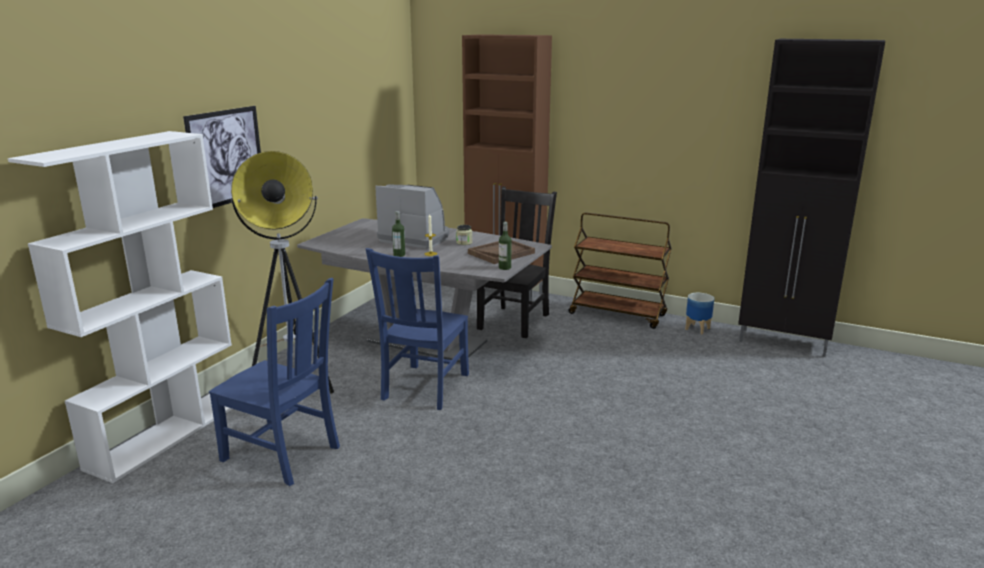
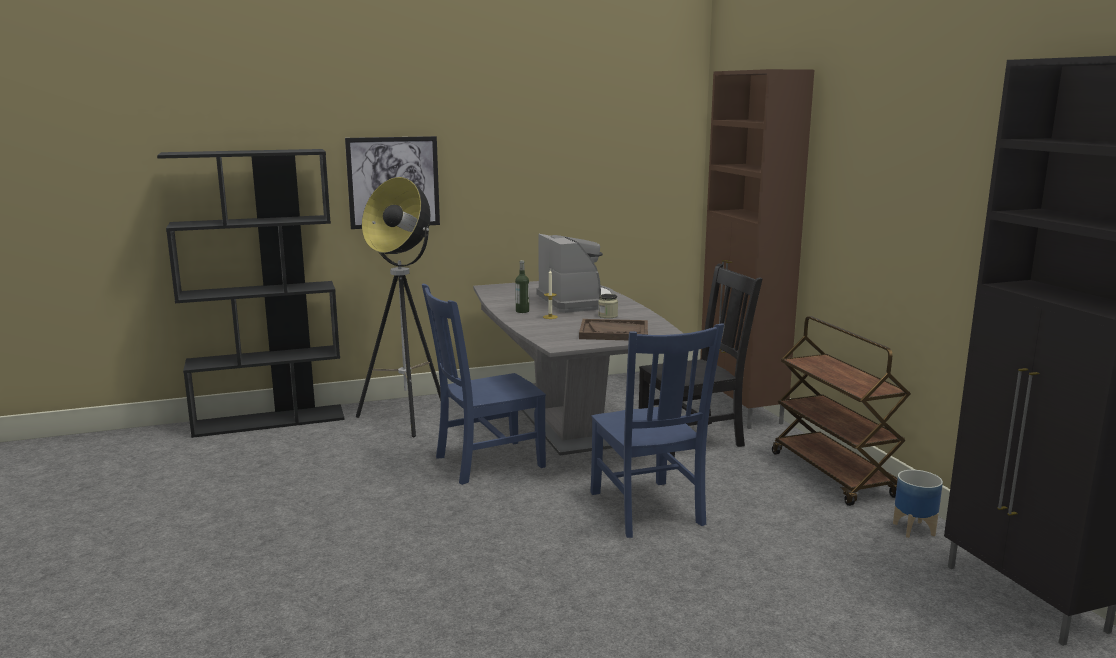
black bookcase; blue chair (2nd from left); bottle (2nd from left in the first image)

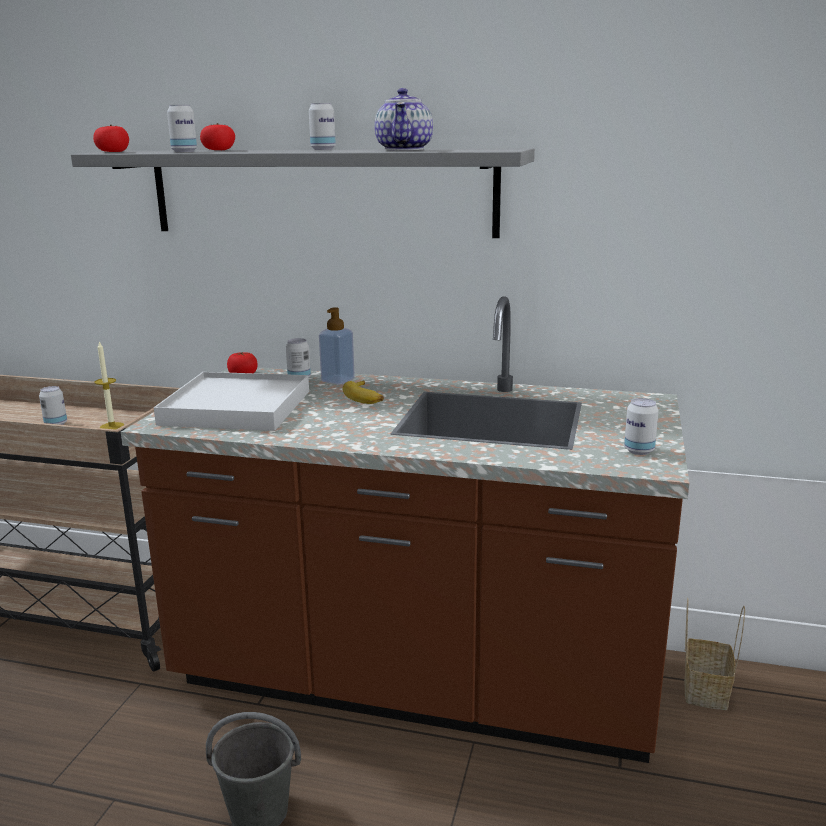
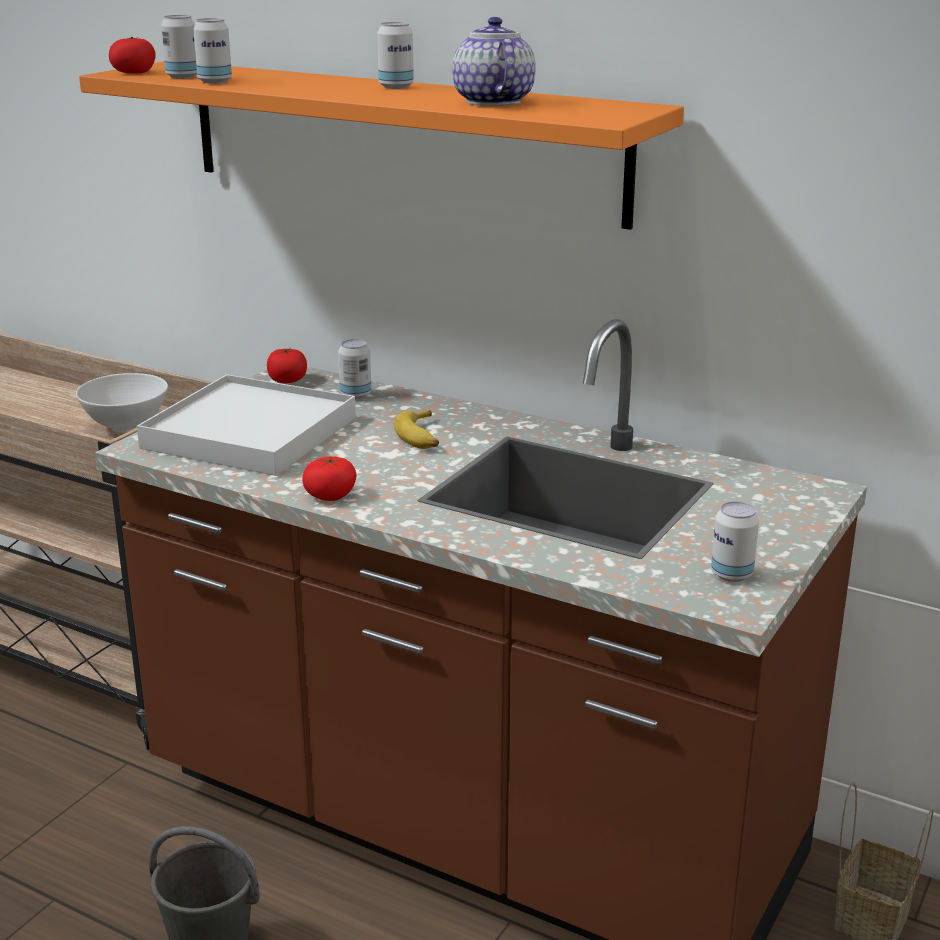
white bowl; orange shelf; can (1st from left); tomato (3rd from left); teapot; soap dispenser

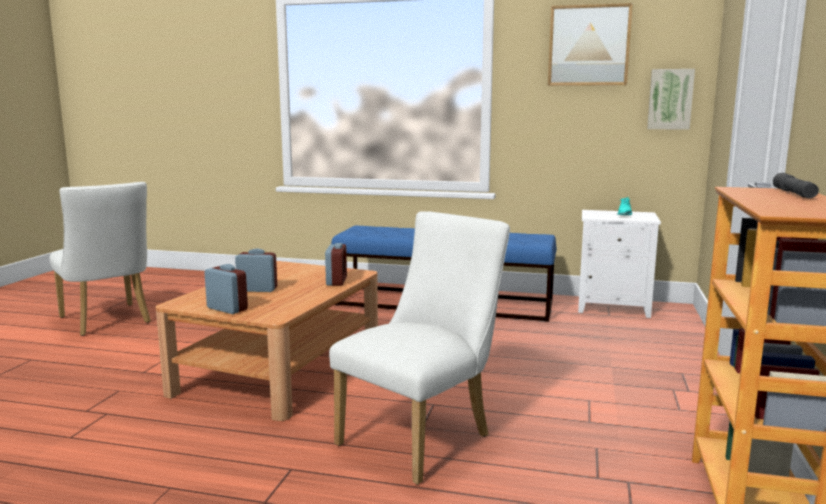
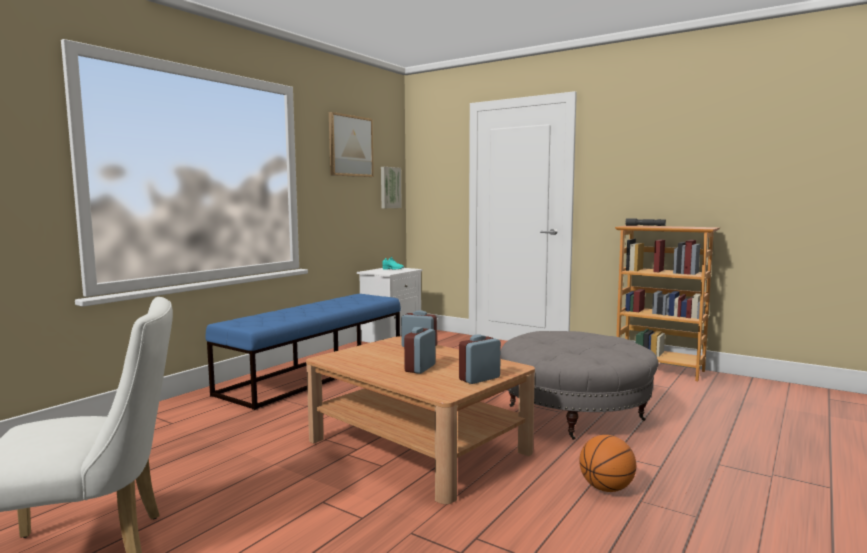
grey ottoman; basketball

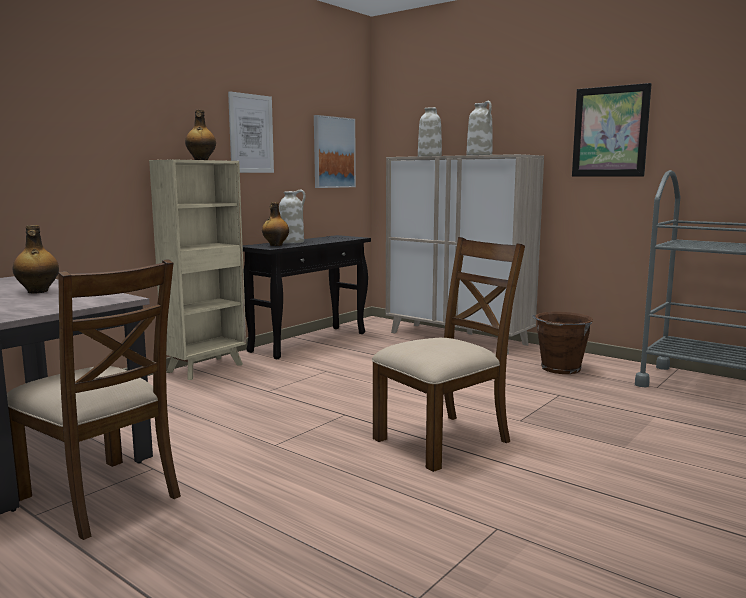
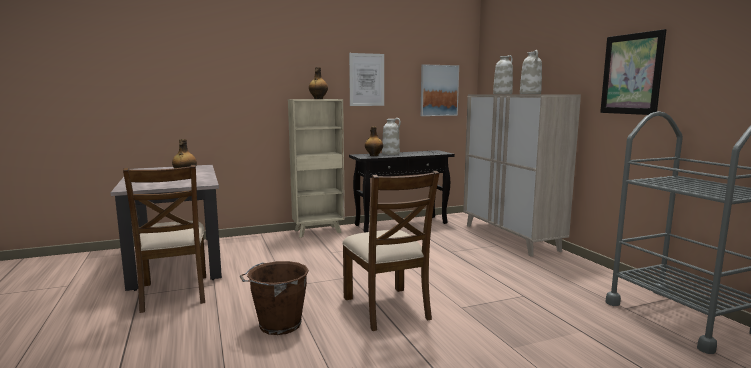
brown bucket; brown chair (2nd from left)

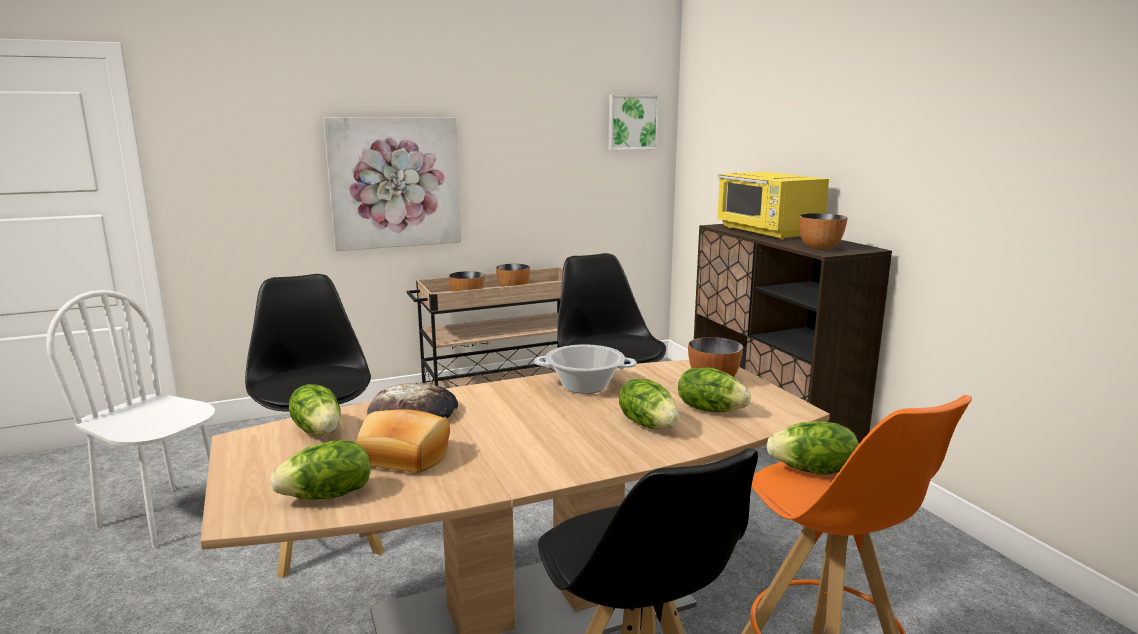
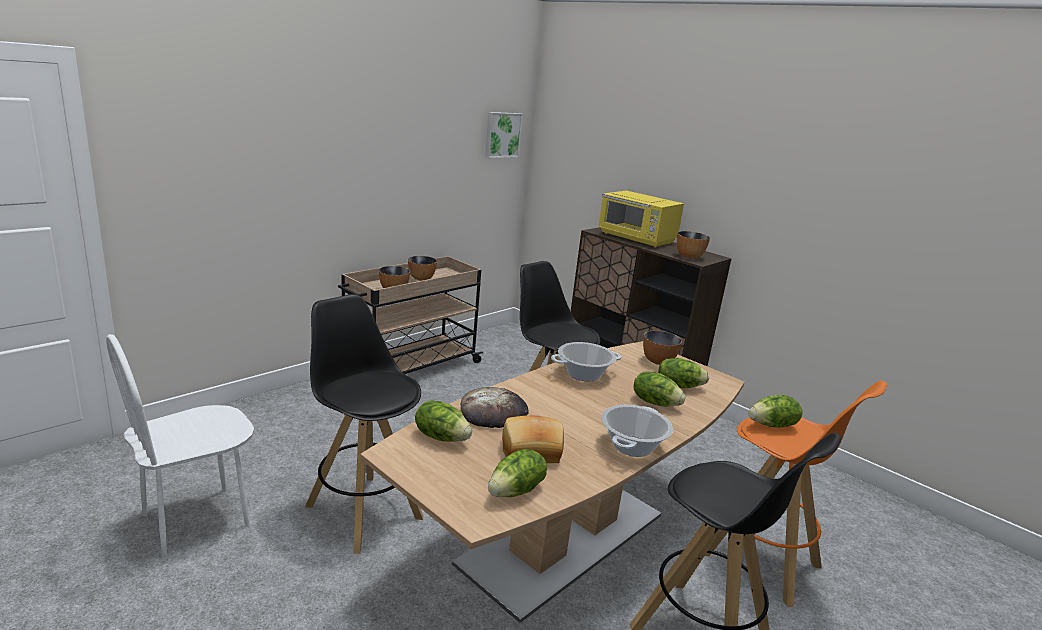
white chair; cooking pot (2nd from left); picture (1st from left in the first image)

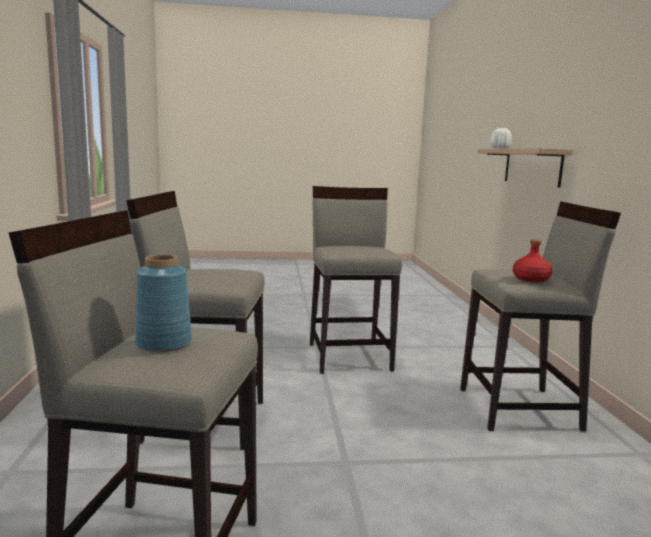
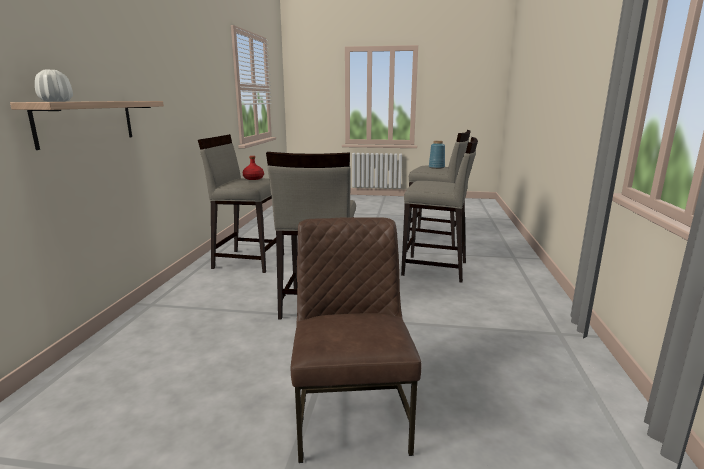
brown chair

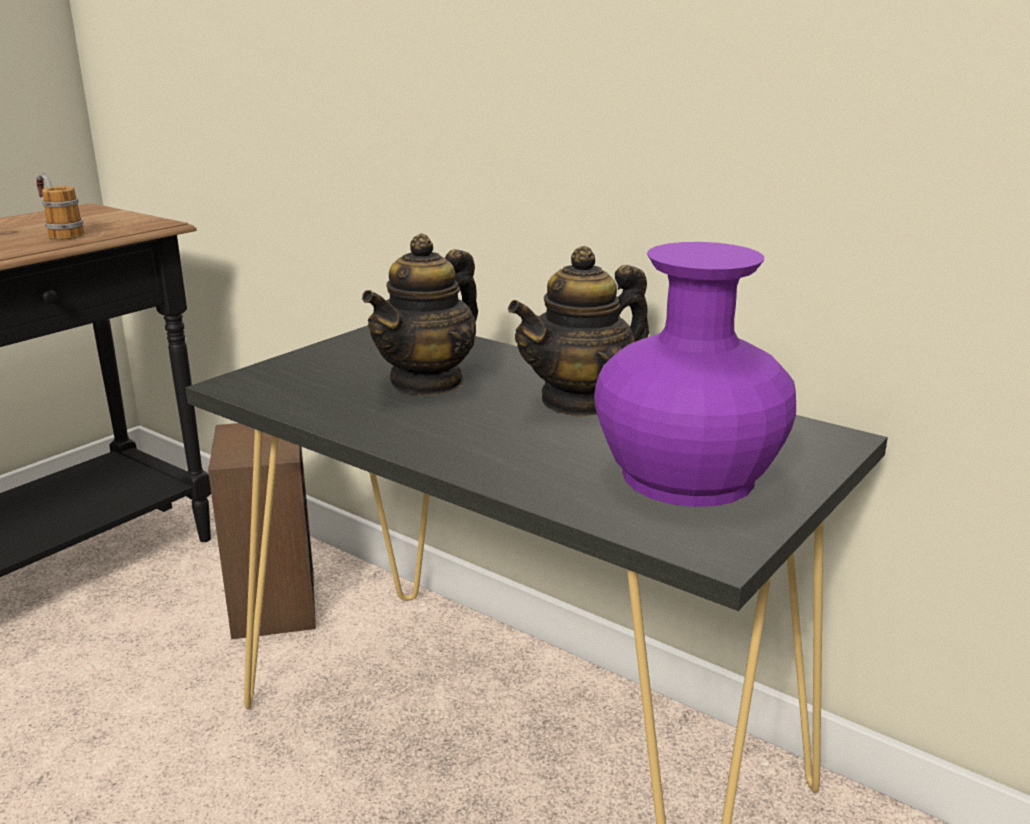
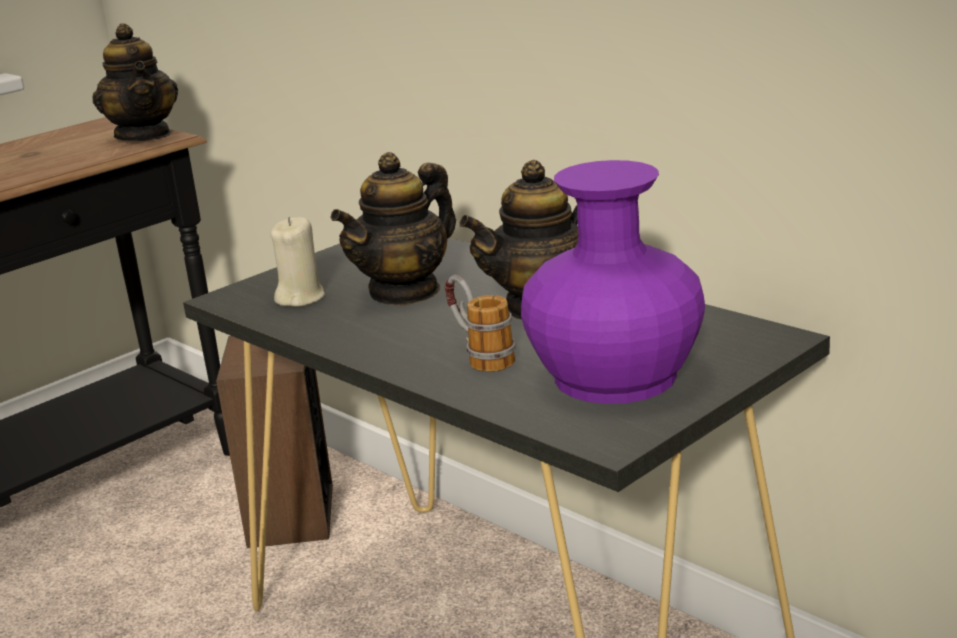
teapot (1st from left); beige candle; mug

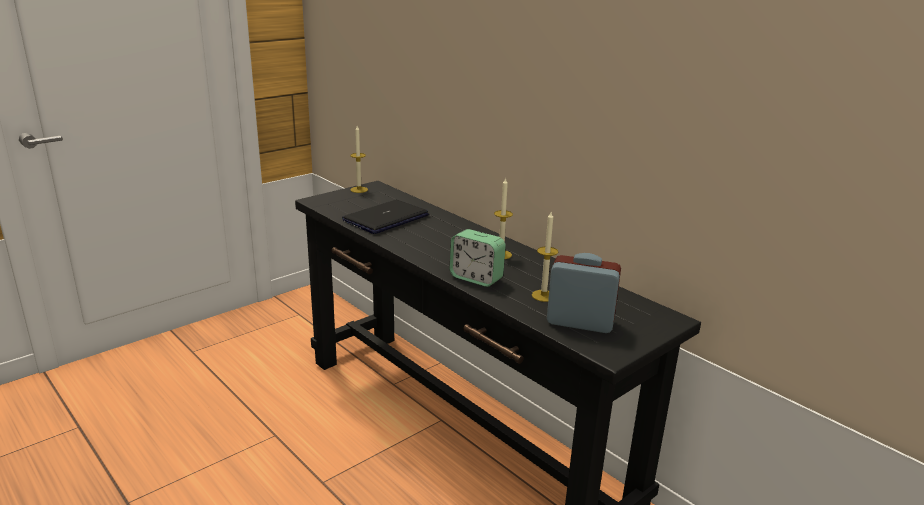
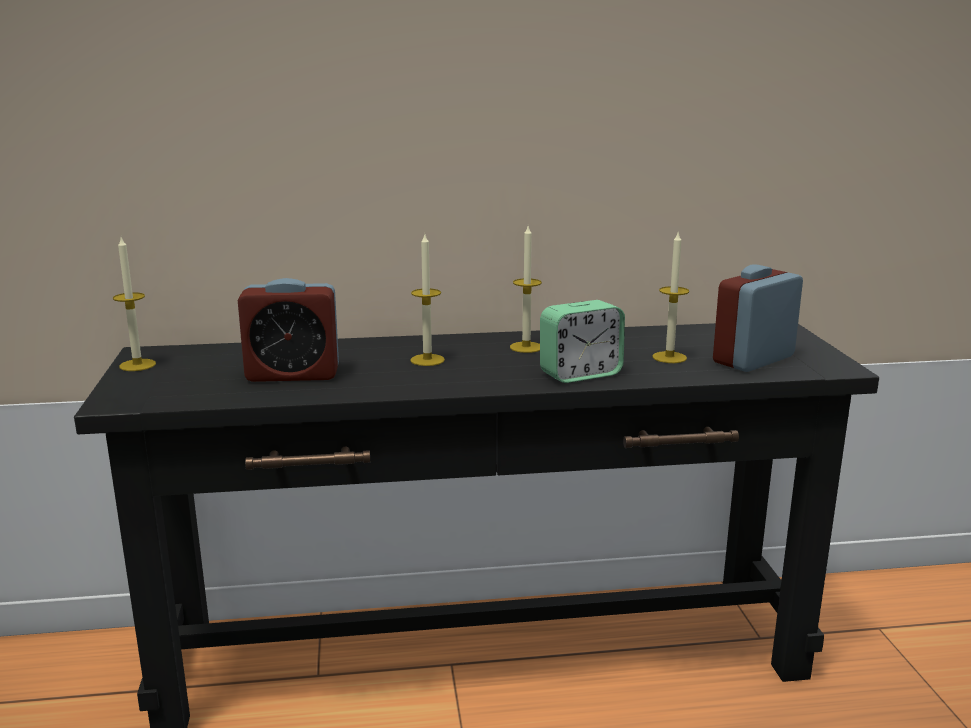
alarm clock (1st from left); candle (2nd from left)

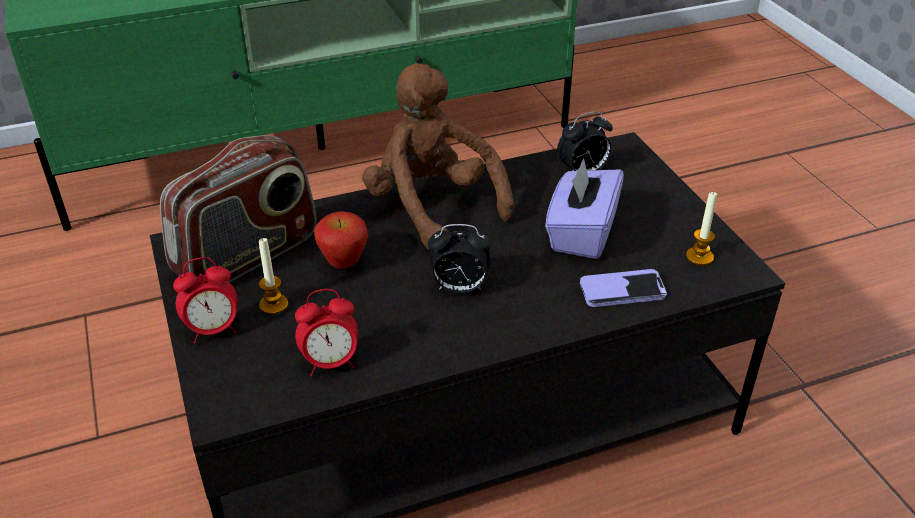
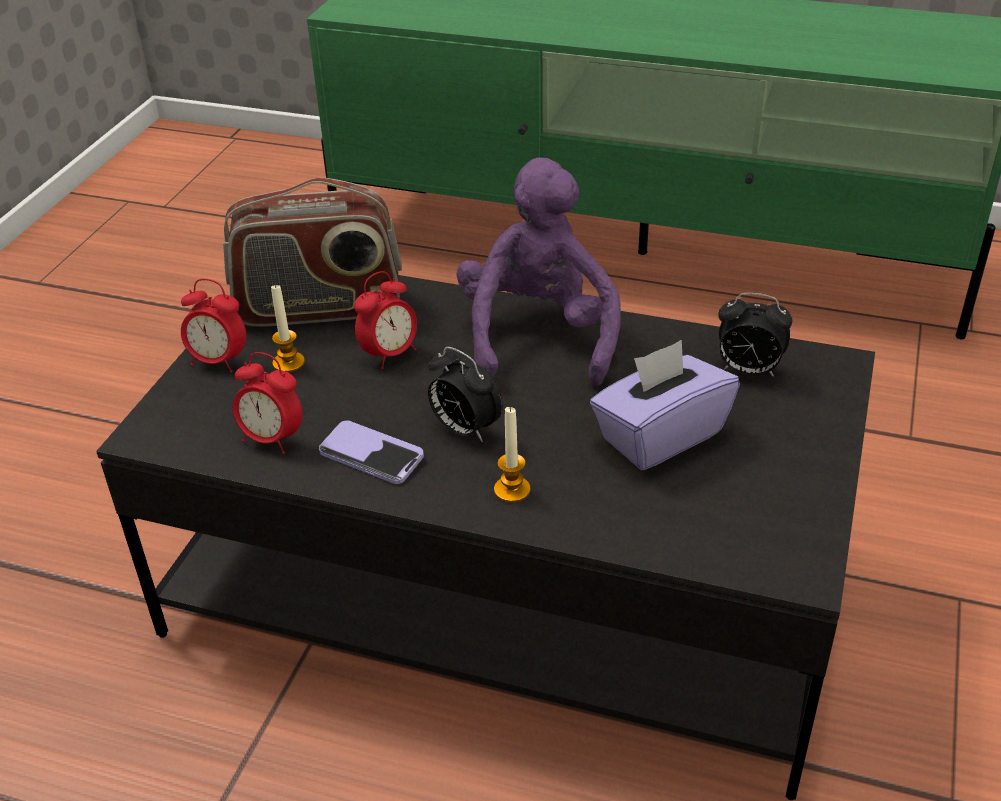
phone; alarm clock (3rd from left); purple plush toy; candle (2nd from left)

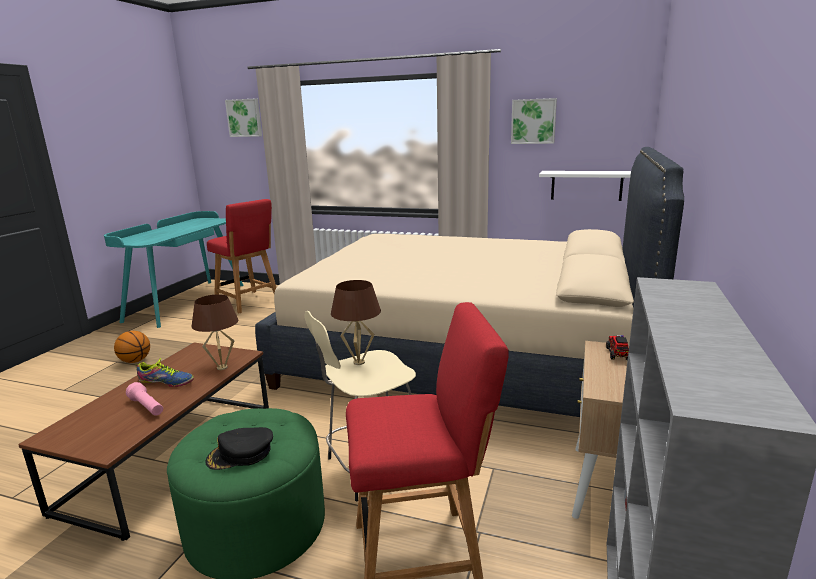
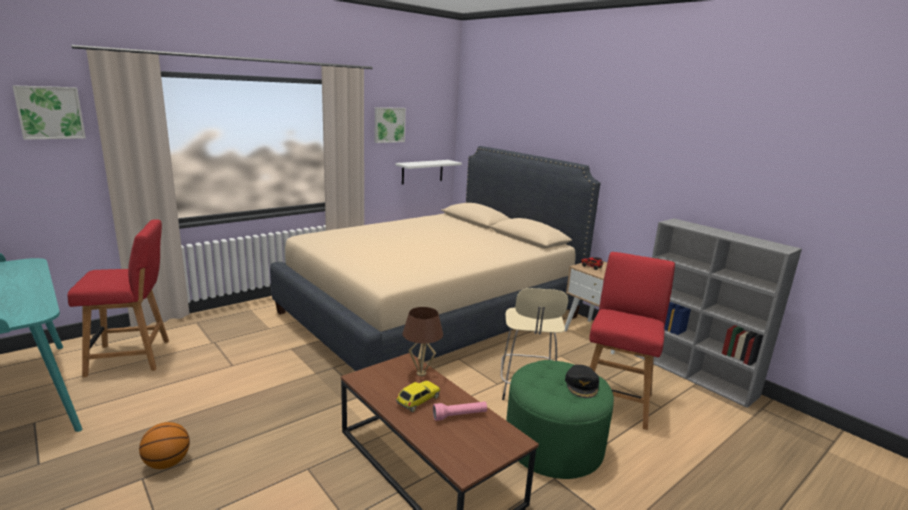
toy car; brown table lamp (2nd from left in the first image)

